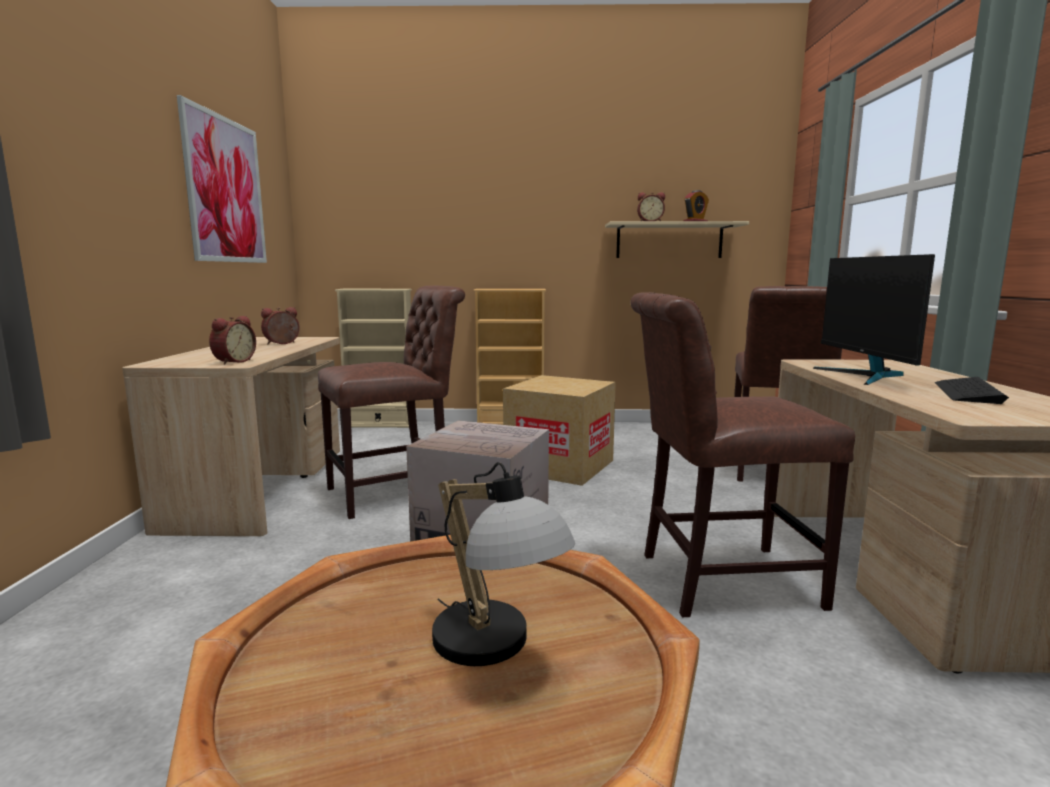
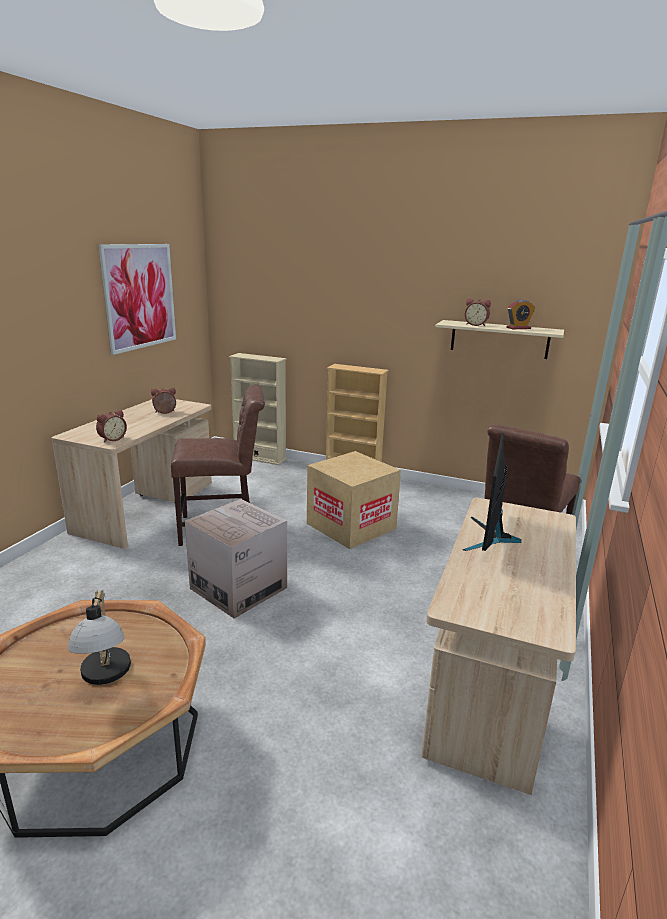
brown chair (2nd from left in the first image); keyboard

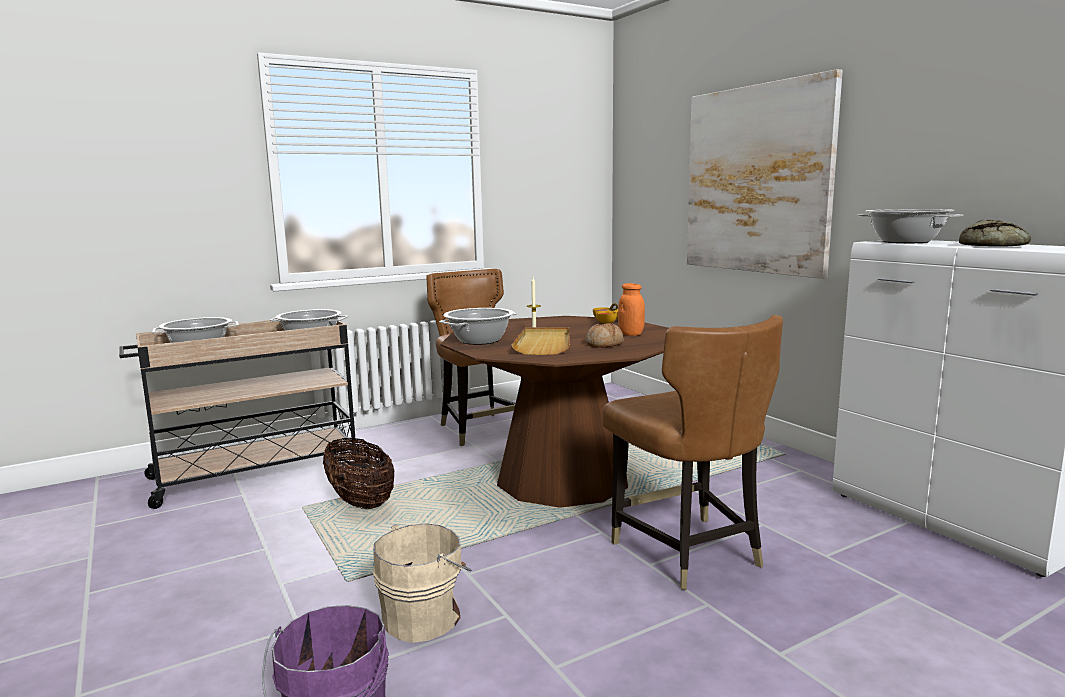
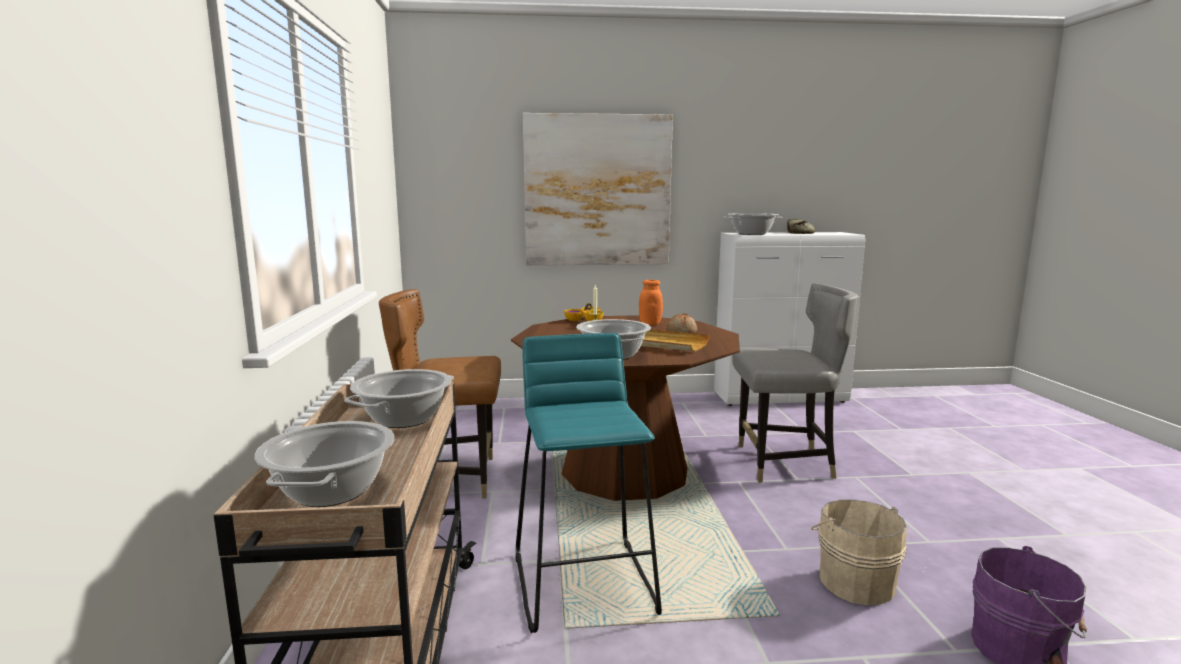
turquoise stool; grey chair

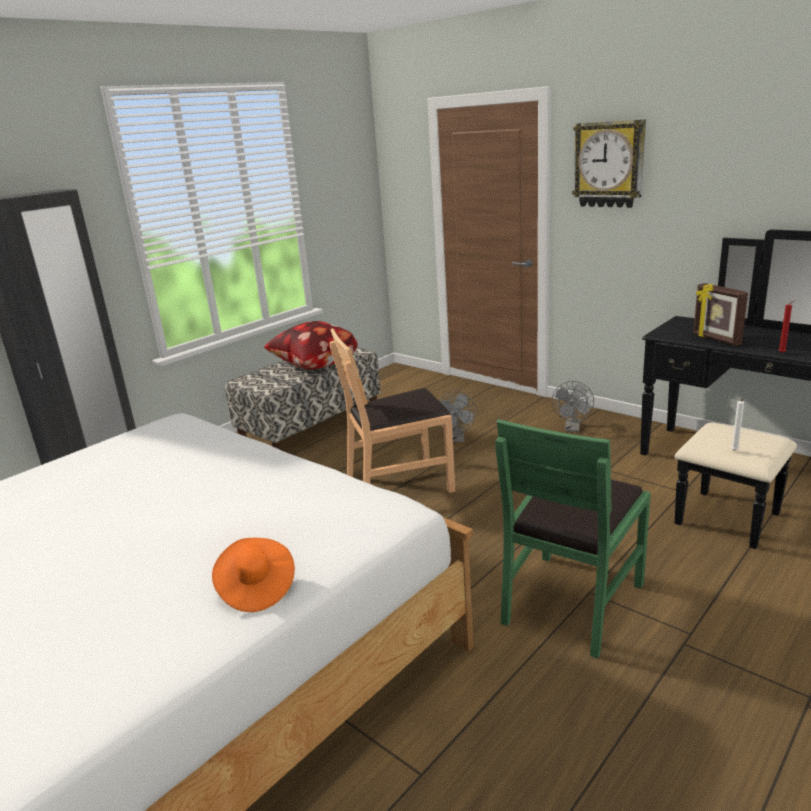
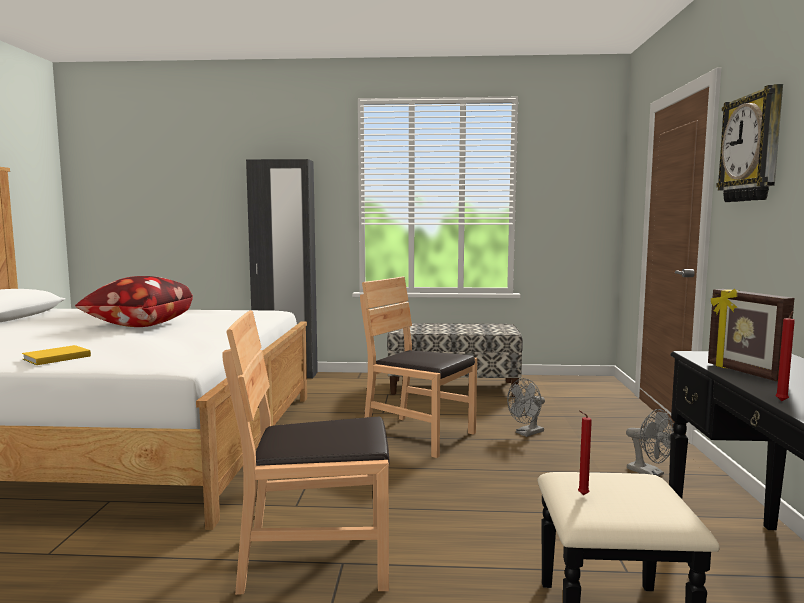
yellow book; pillow; brown chair (1st from left); red candle (1st from left); grey fan (2nd from left); picture frame

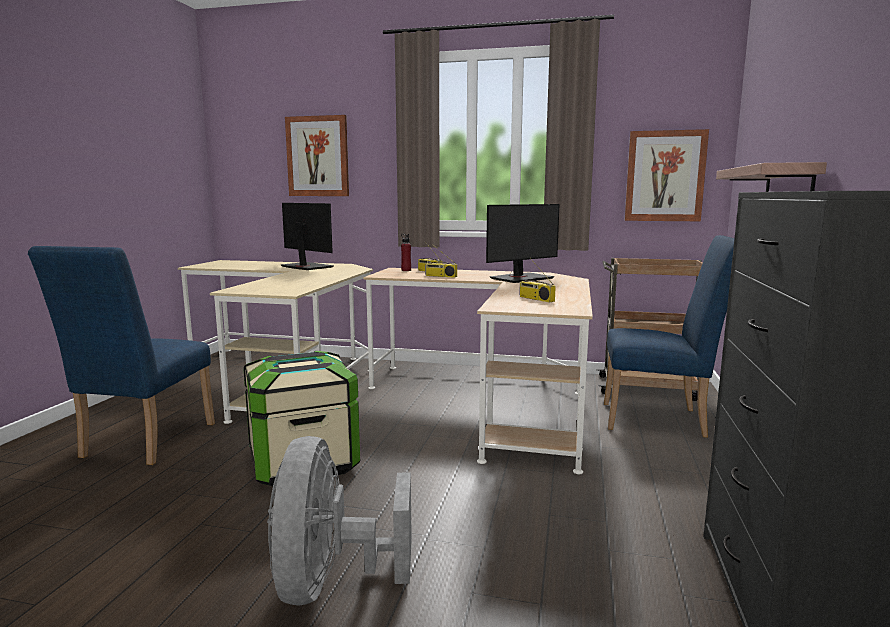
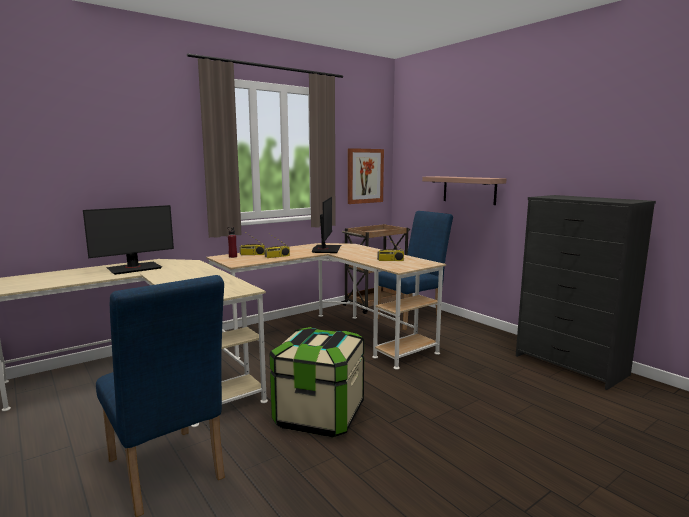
monitor (1st from left); grey fan; picture (1st from left in the first image)

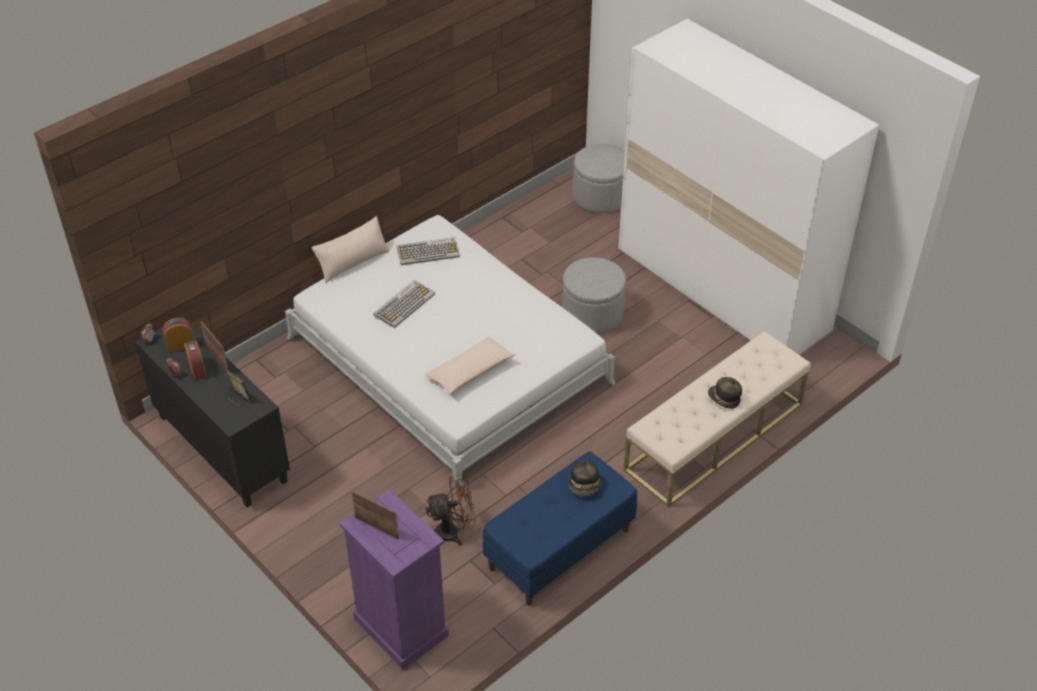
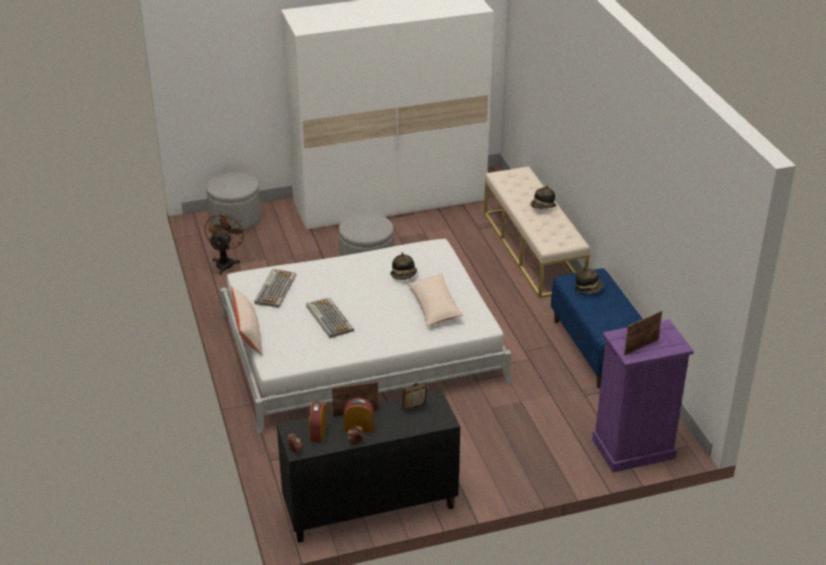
brown fan; hat (1st from left)

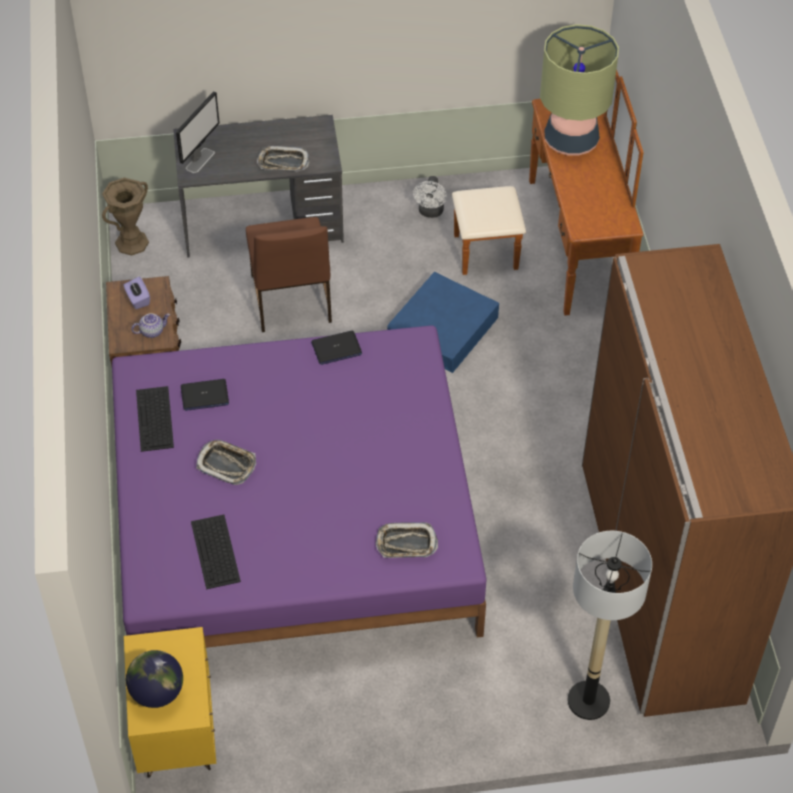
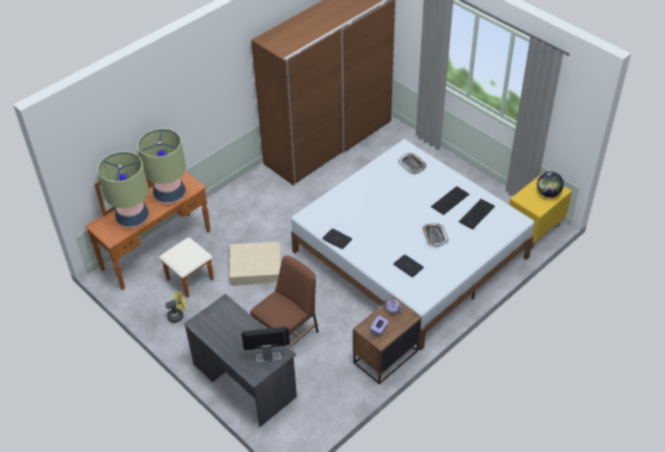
table lamp (2nd from left); yellow fan; beige storage box; white bed; keyboard (1st from left); brown vase; tray (2nd from left in the first image); floor lamp

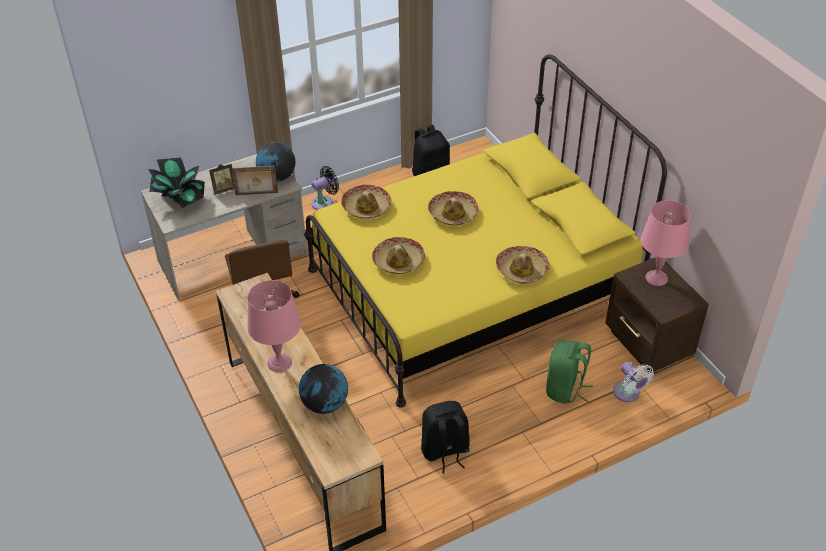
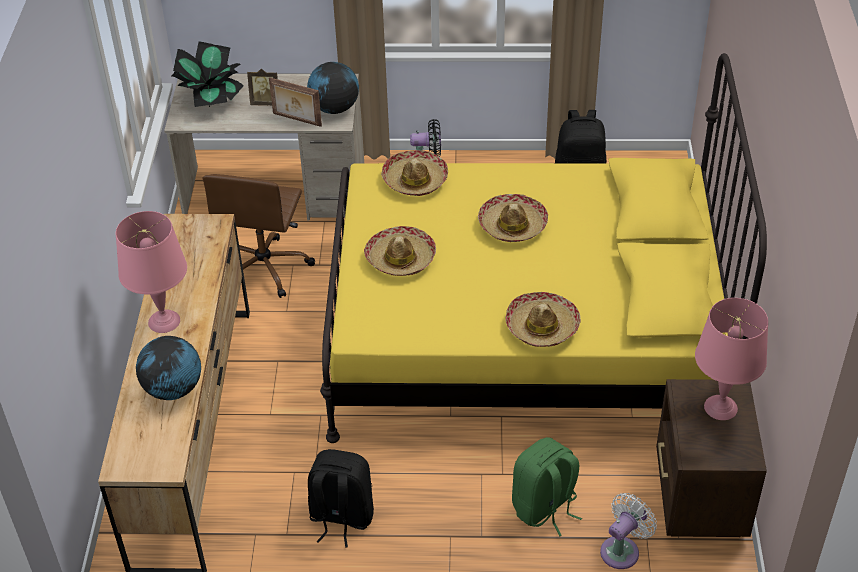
white fan

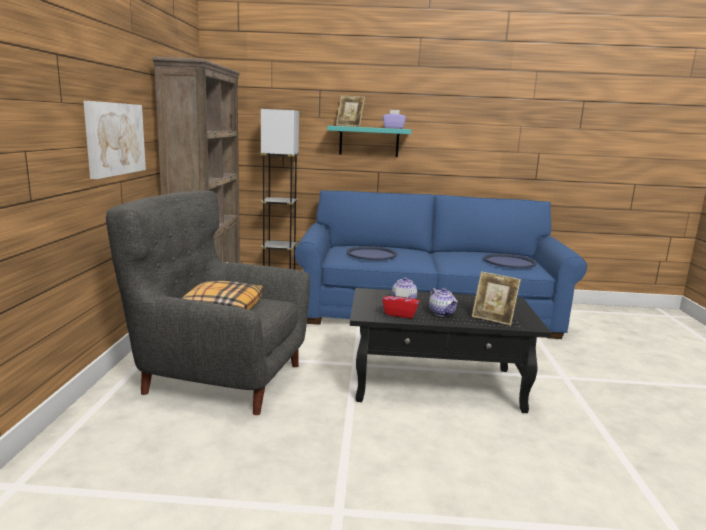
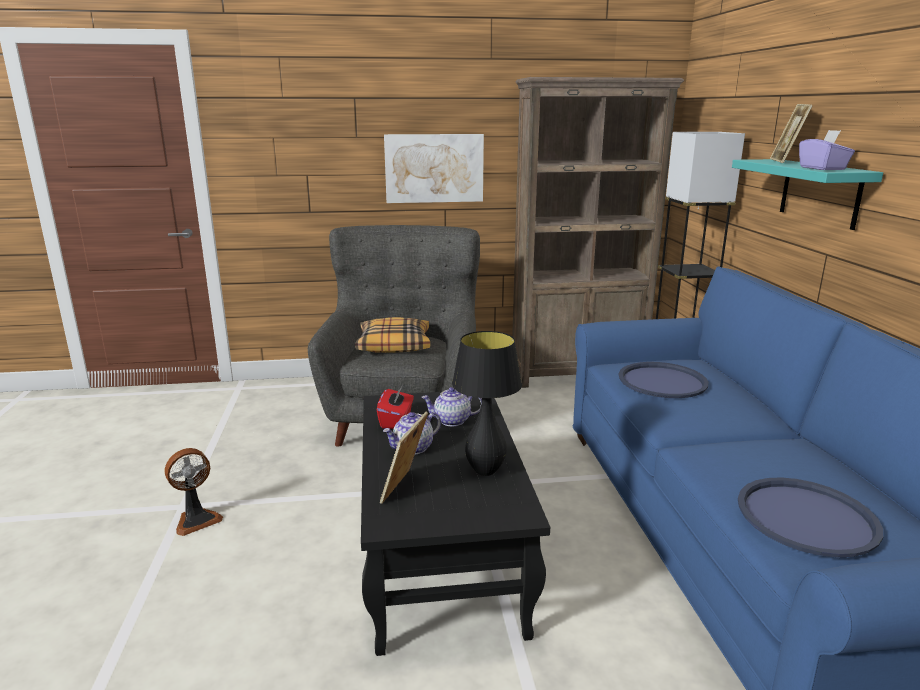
fan; black table lamp

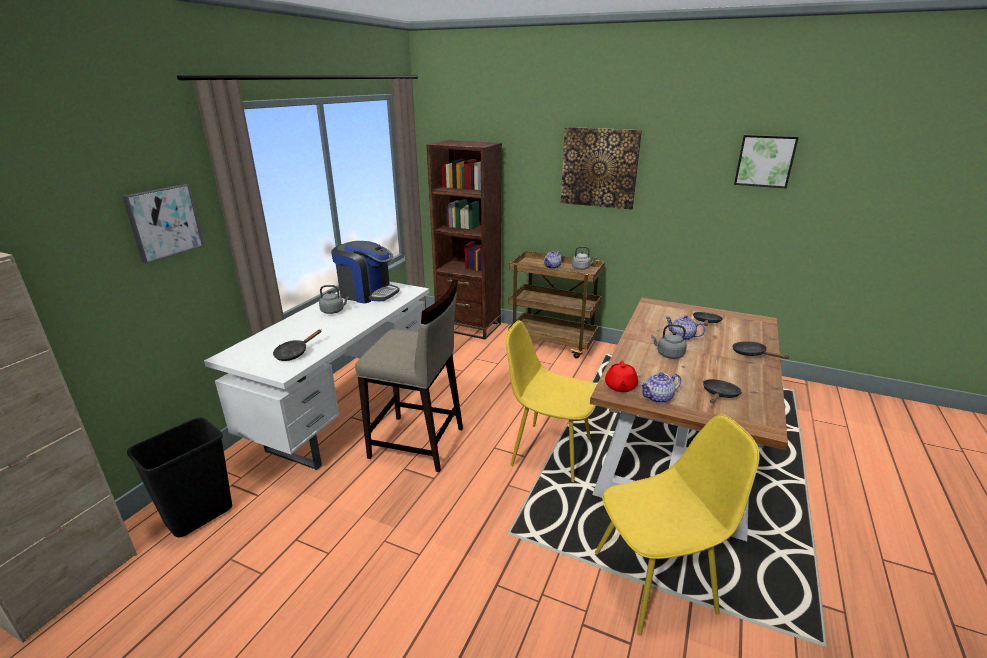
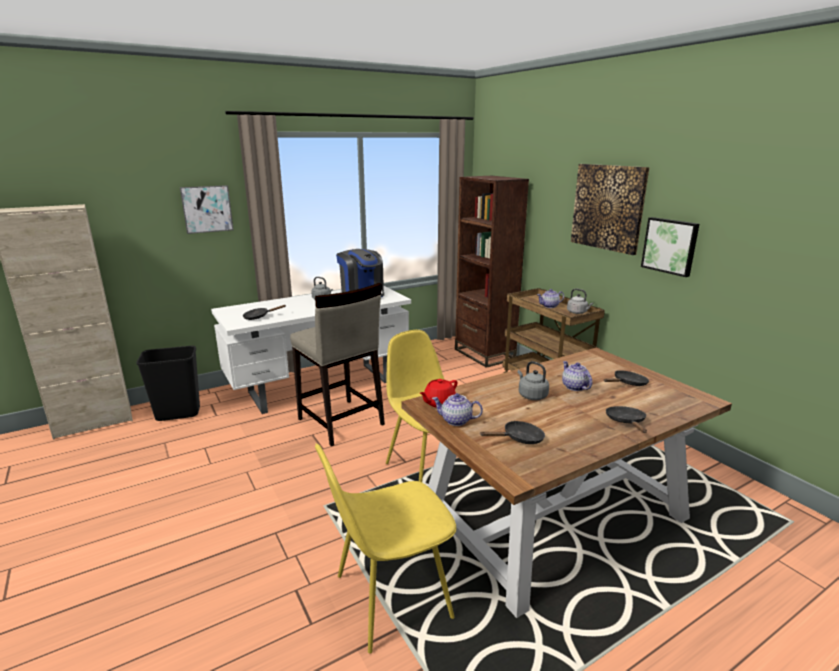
yellow chair (1st from left); picture (3rd from left)

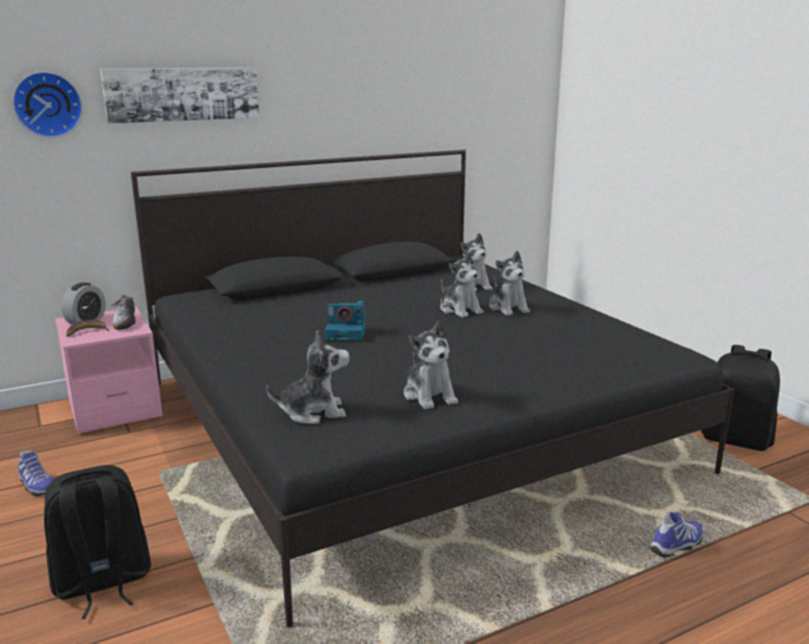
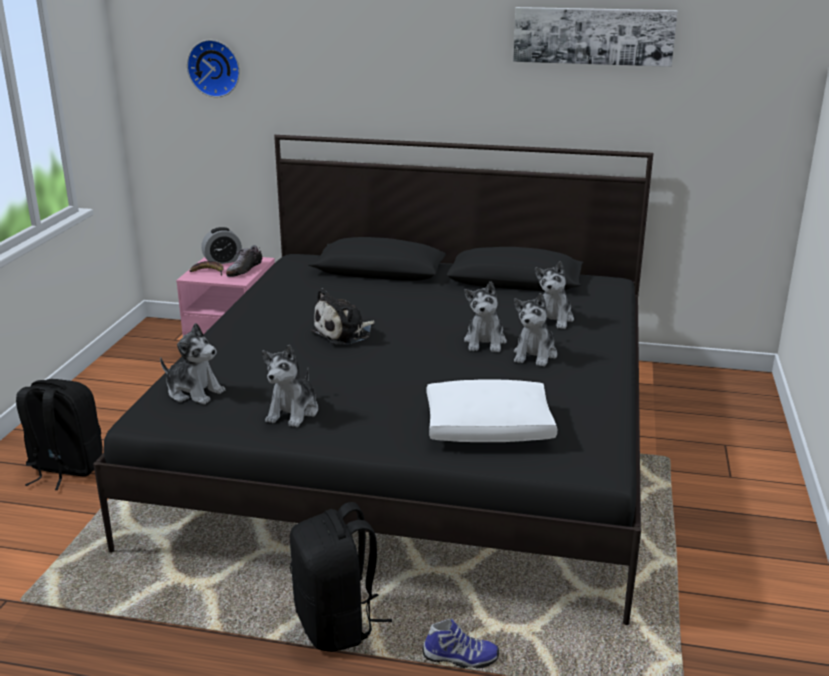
black backpack (2nd from left); plush toy (3rd from left); white pillow; picture; shoe (1st from left in the first image)

